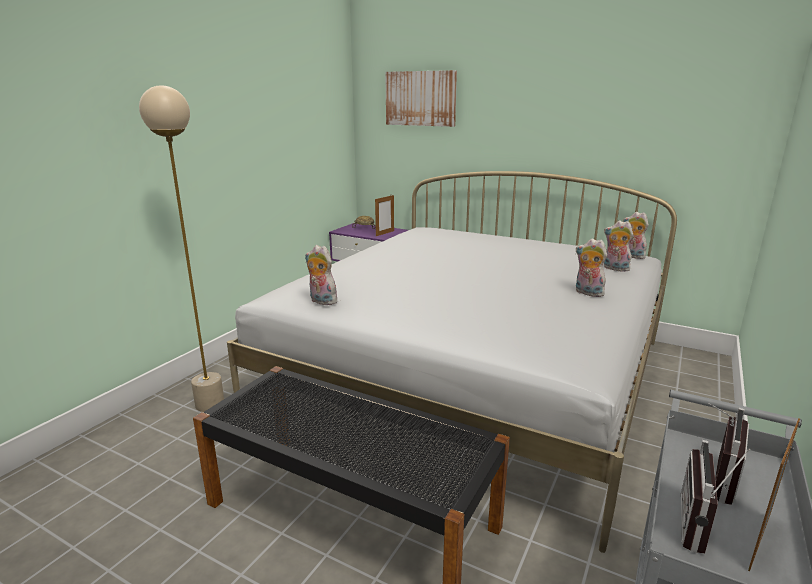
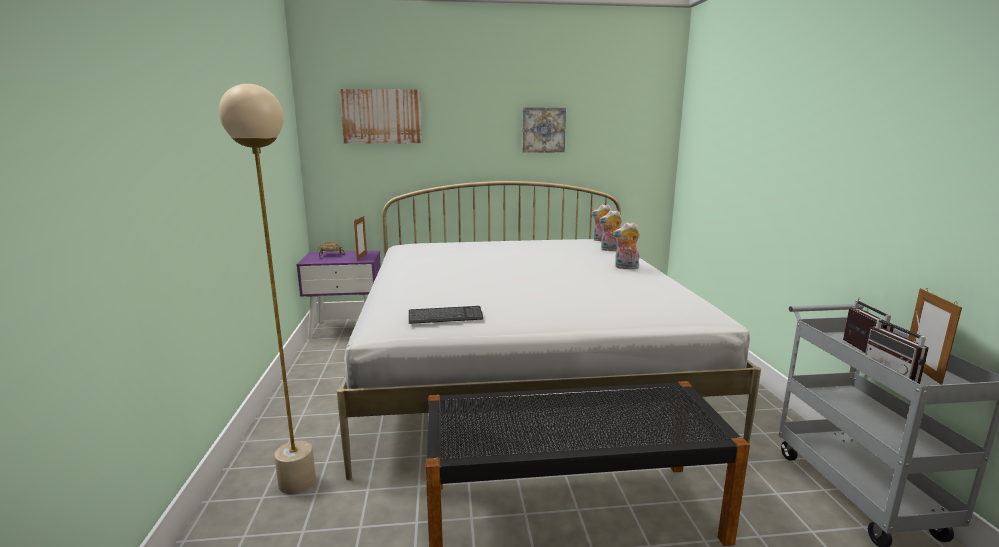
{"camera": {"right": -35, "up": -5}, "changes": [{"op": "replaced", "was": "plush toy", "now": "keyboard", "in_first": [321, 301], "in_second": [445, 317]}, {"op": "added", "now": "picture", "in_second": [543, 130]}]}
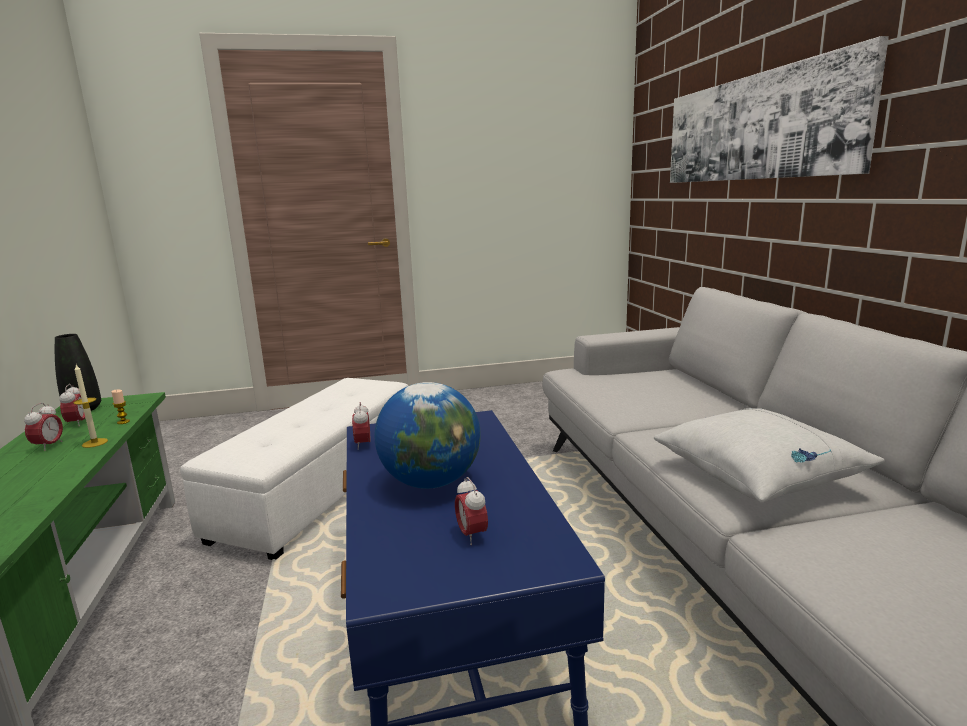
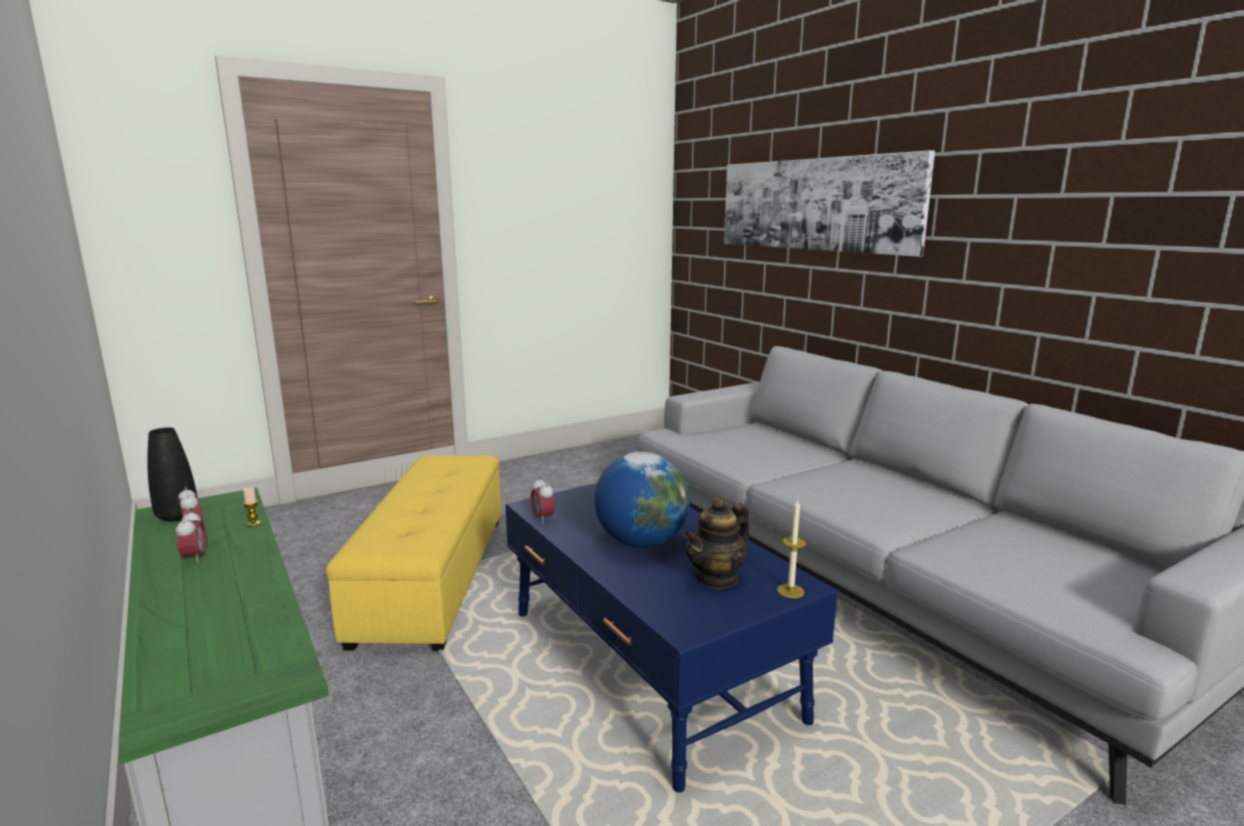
{"camera": {"right": -20, "up": 0}, "changes": [{"op": "moved", "was": "candle", "in_first": [95, 443], "in_second": [790, 591]}, {"op": "recoloured", "was": "white ottoman", "now": "yellow ottoman", "in_first": [320, 487], "in_second": [432, 576]}, {"op": "removed", "was": "grey pillow", "in_first": [757, 475]}, {"op": "replaced", "was": "alarm clock", "now": "teapot", "in_first": [472, 535], "in_second": [716, 578]}]}
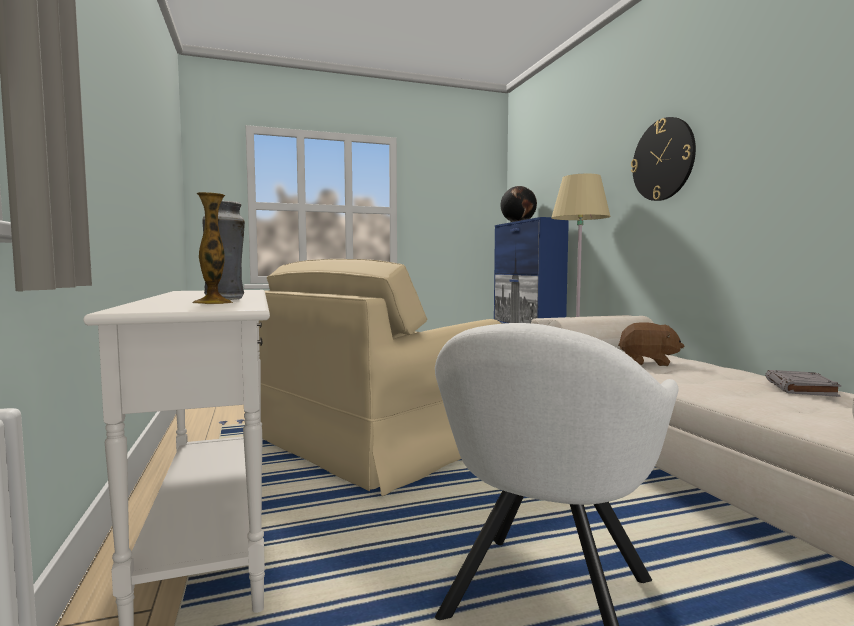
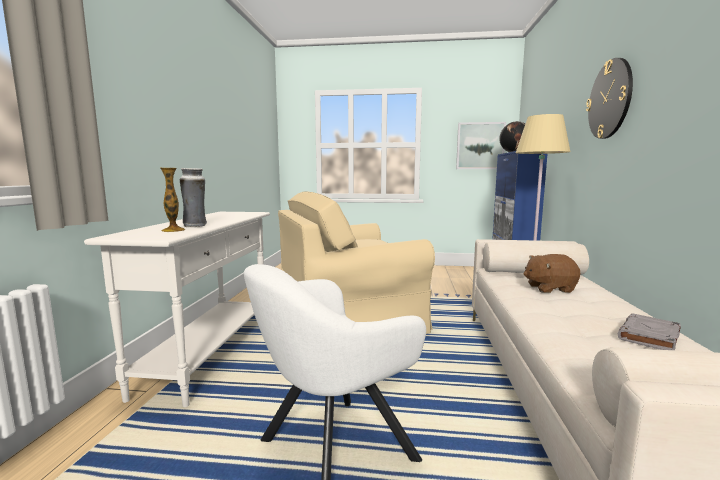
{"camera": {"right": 25, "up": 5}, "changes": [{"op": "turned", "was": "brown plush toy", "in_first": [648, 362], "in_second": [549, 288], "clockwise": 135}, {"op": "added", "now": "picture", "in_second": [480, 146]}]}
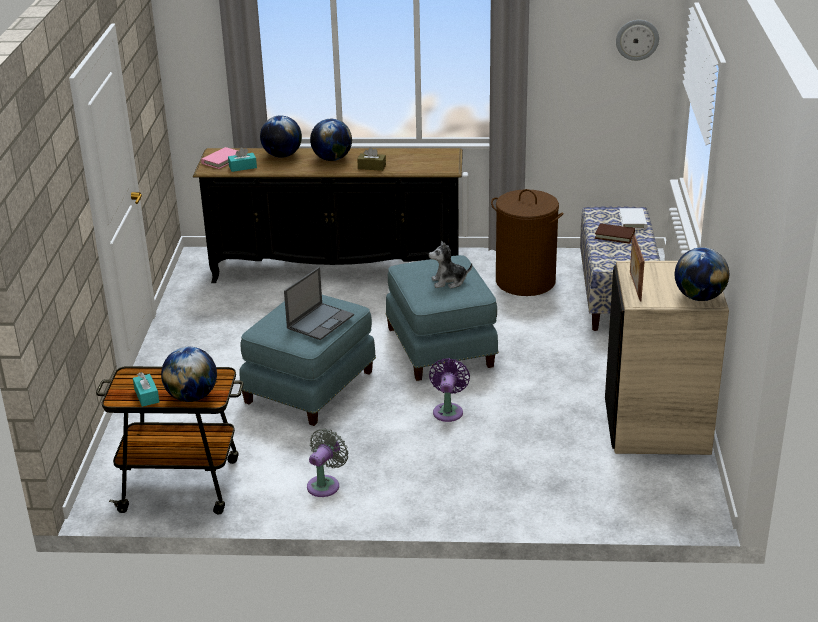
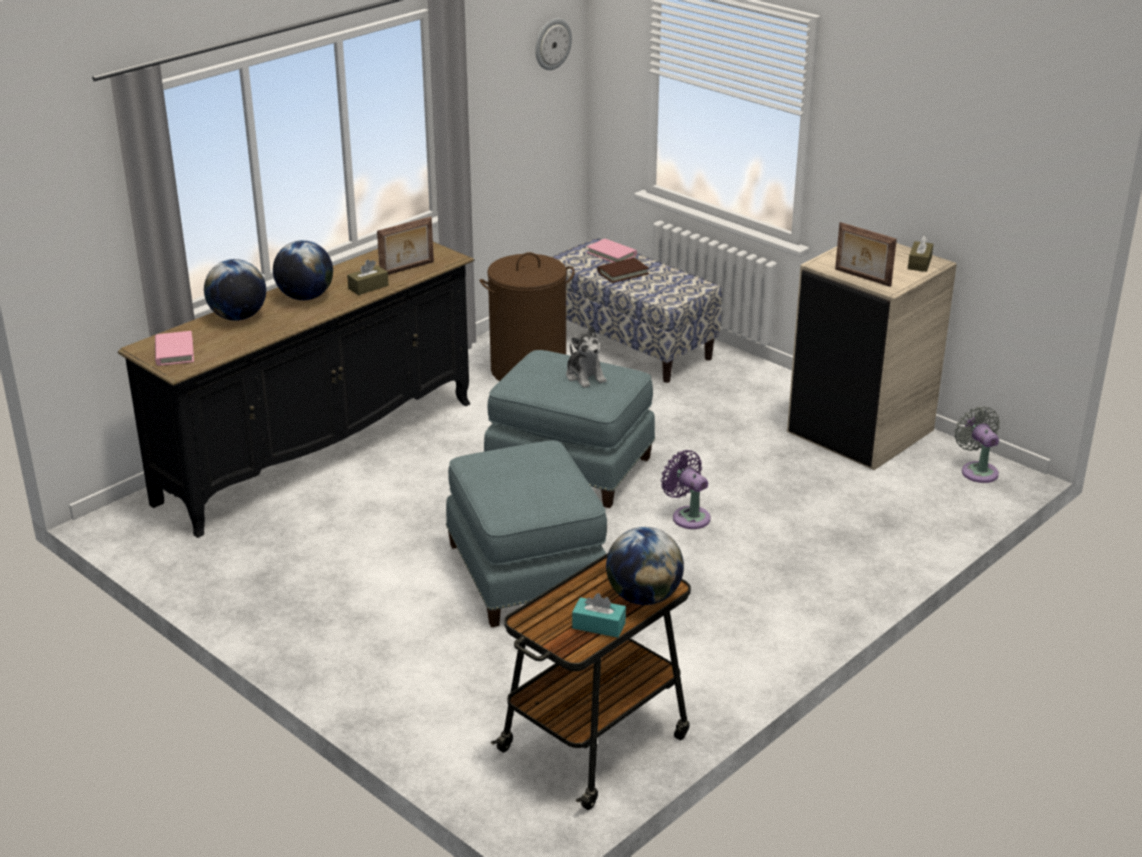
{"camera": {"right": -50, "up": 0}, "changes": [{"op": "removed", "was": "turquoise tissue box", "in_first": [242, 167]}, {"op": "recoloured", "was": "white book", "now": "pink book", "in_first": [633, 221], "in_second": [611, 254]}, {"op": "turned", "was": "plush toy", "in_first": [449, 282], "in_second": [585, 376], "clockwise": -60}, {"op": "replaced", "was": "globe", "now": "brown tissue box", "in_first": [699, 297], "in_second": [919, 263]}, {"op": "removed", "was": "laptop", "in_first": [320, 321]}, {"op": "moved", "was": "grey fan", "in_first": [325, 484], "in_second": [977, 470]}, {"op": "added", "now": "picture frame", "in_second": [407, 269]}]}
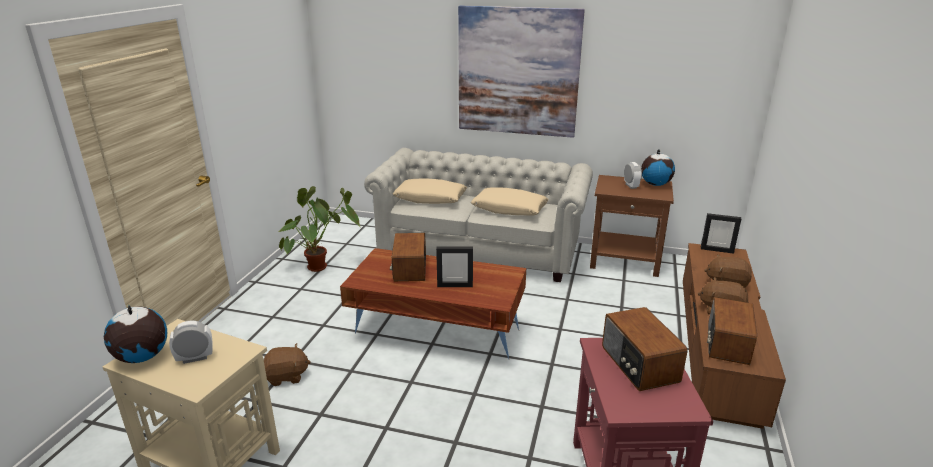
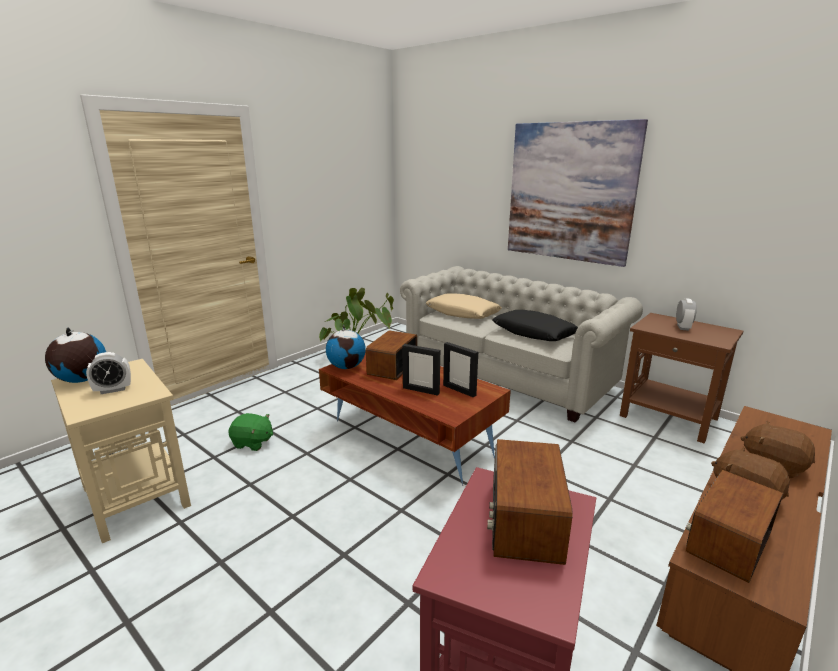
{"camera": {"right": 25, "up": -5}, "changes": [{"op": "moved", "was": "globe", "in_first": [655, 184], "in_second": [347, 367]}, {"op": "recoloured", "was": "beige pillow", "now": "black pillow", "in_first": [509, 209], "in_second": [533, 333]}, {"op": "moved", "was": "picture frame", "in_first": [717, 250], "in_second": [460, 390]}, {"op": "turned", "was": "alarm clock", "in_first": [195, 358], "in_second": [113, 390], "clockwise": 150}, {"op": "recoloured", "was": "brown plush toy", "now": "green plush toy", "in_first": [287, 376], "in_second": [252, 443]}]}
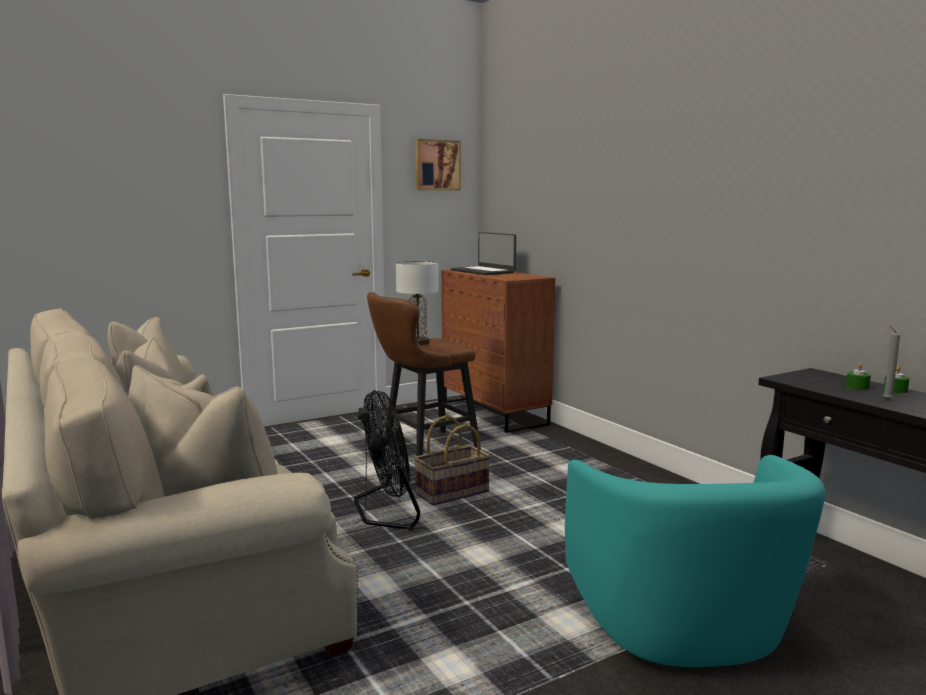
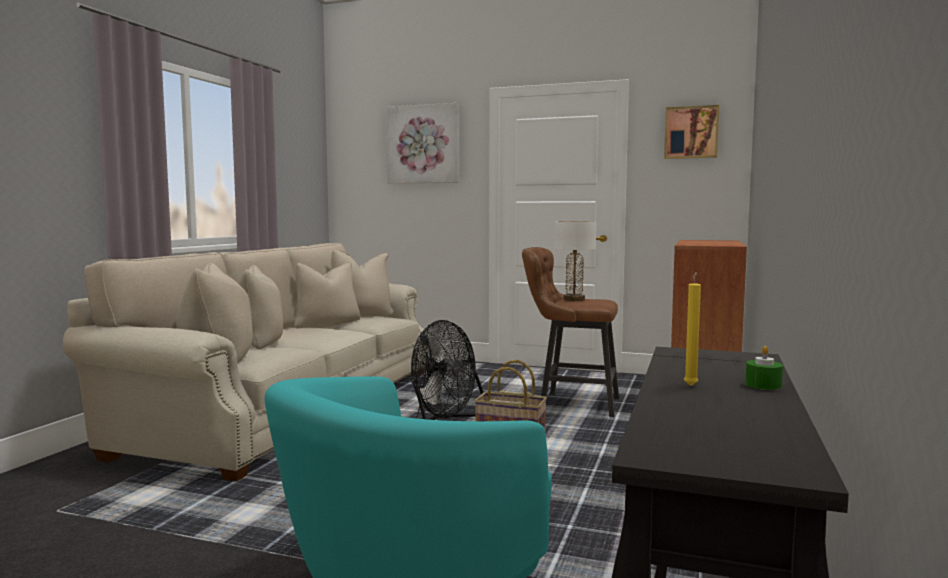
{"camera": {"right": 50, "up": -5}, "changes": [{"op": "removed", "was": "laptop", "in_first": [483, 271]}, {"op": "recoloured", "was": "grey candle", "now": "yellow candle", "in_first": [886, 399], "in_second": [691, 385]}, {"op": "removed", "was": "green candle", "in_first": [857, 387]}, {"op": "added", "now": "picture", "in_second": [423, 144]}]}
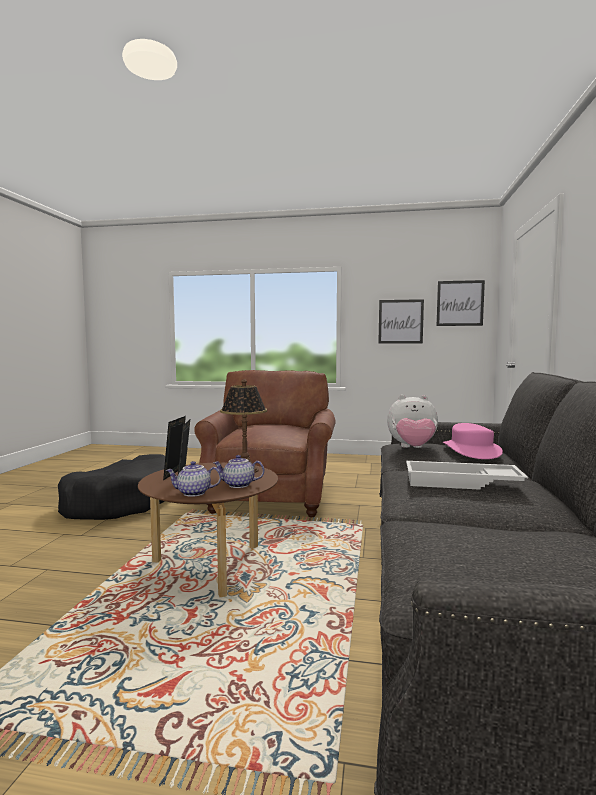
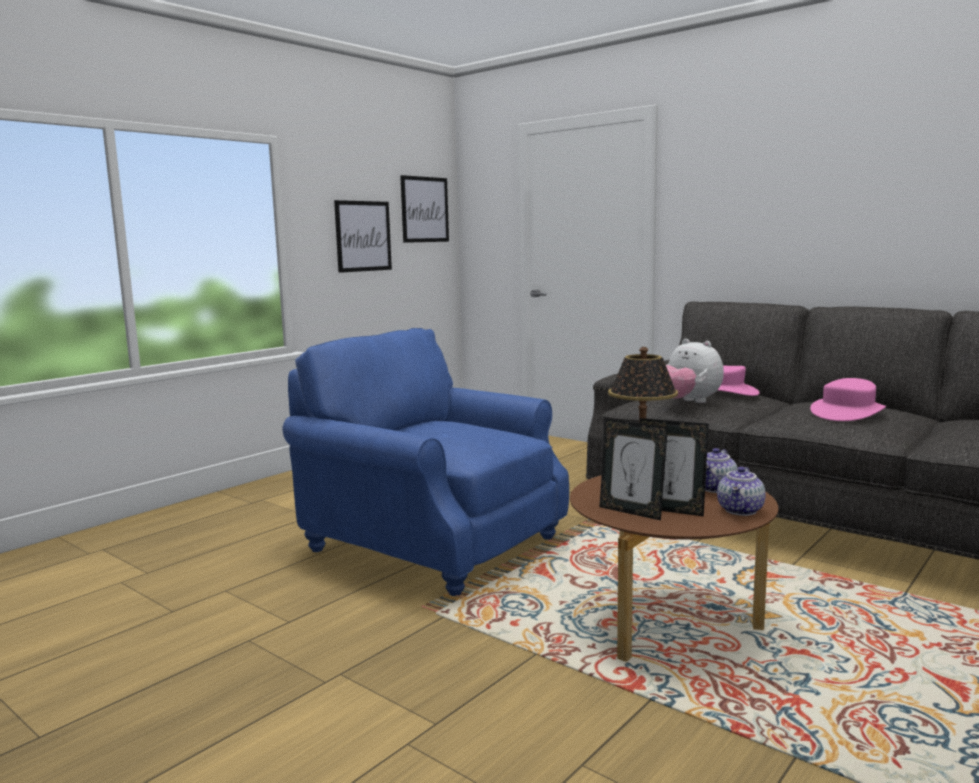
{"camera": {"right": -60, "up": 5}, "changes": [{"op": "recoloured", "was": "brown armchair", "now": "blue armchair", "in_first": [270, 495], "in_second": [433, 544]}, {"op": "turned", "was": "plush toy", "in_first": [412, 448], "in_second": [689, 402], "clockwise": 105}, {"op": "removed", "was": "black dog bed", "in_first": [122, 502]}, {"op": "replaced", "was": "white tray", "now": "pink hat", "in_first": [461, 483], "in_second": [848, 412]}]}
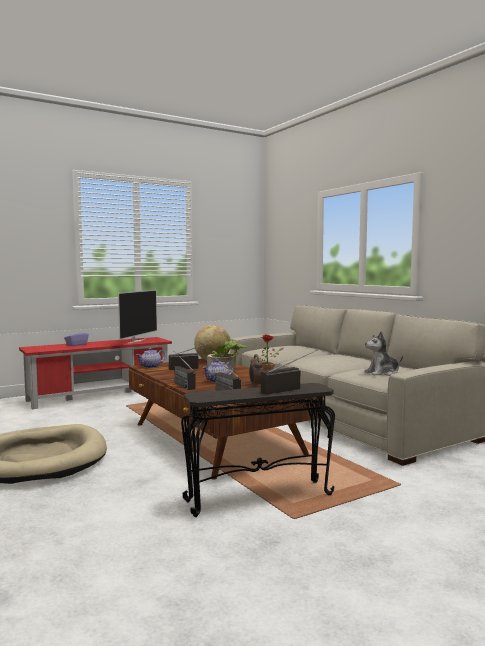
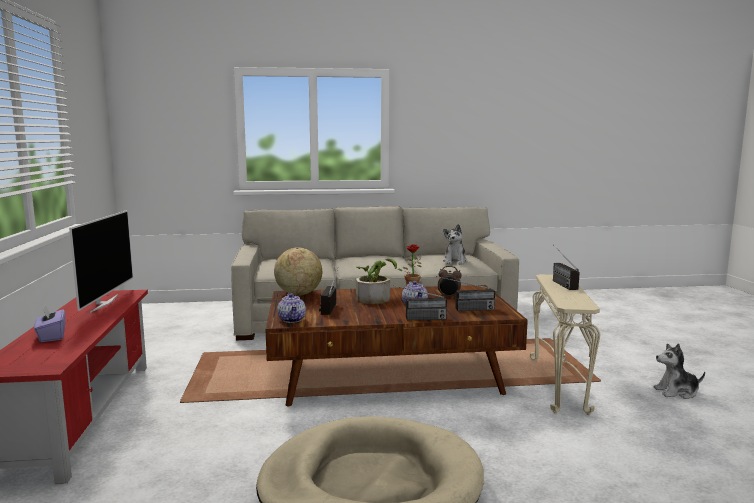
{"camera": {"right": -65, "up": 5}, "changes": [{"op": "turned", "was": "television", "in_first": [136, 341], "in_second": [103, 303], "clockwise": 45}, {"op": "recoloured", "was": "black side table", "now": "beige side table", "in_first": [259, 498], "in_second": [558, 385]}, {"op": "added", "now": "plush toy", "in_second": [677, 392]}]}
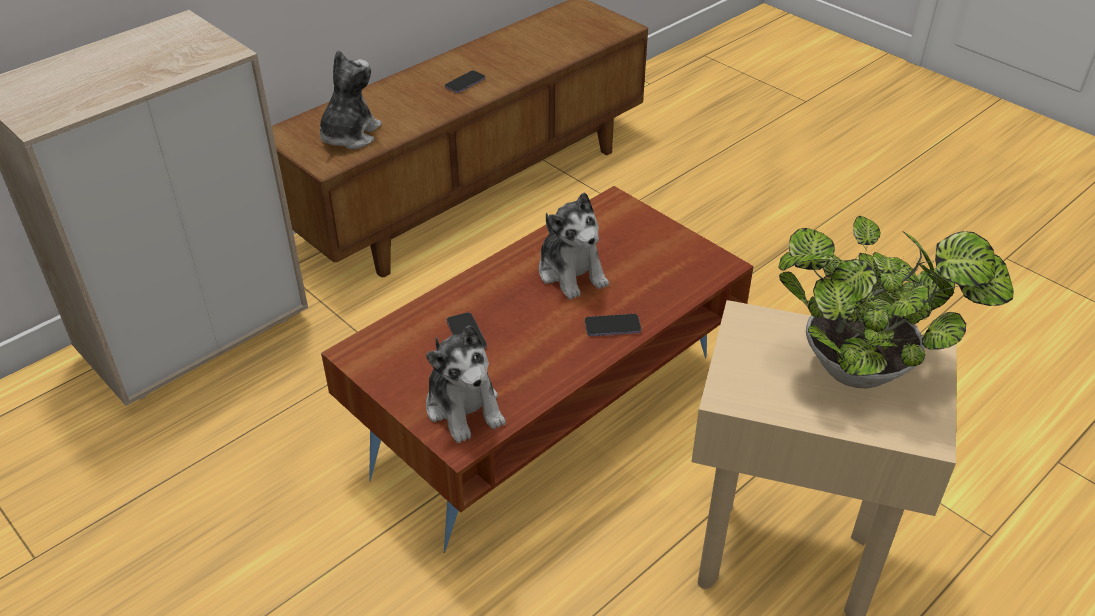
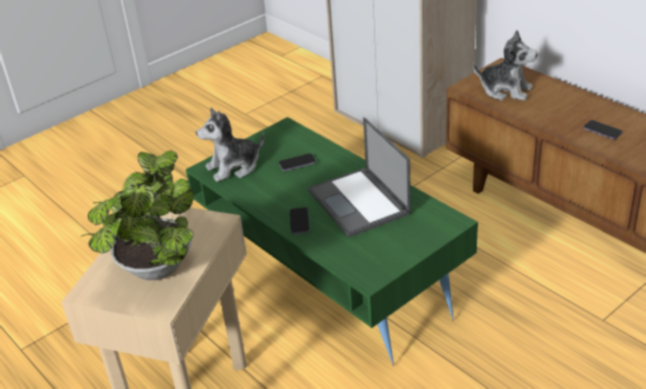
{"camera": {"right": 95, "up": -5}, "changes": [{"op": "recoloured", "was": "brown coffee table", "now": "green coffee table", "in_first": [546, 414], "in_second": [331, 276]}, {"op": "replaced", "was": "plush toy", "now": "laptop", "in_first": [571, 273], "in_second": [359, 203]}]}
